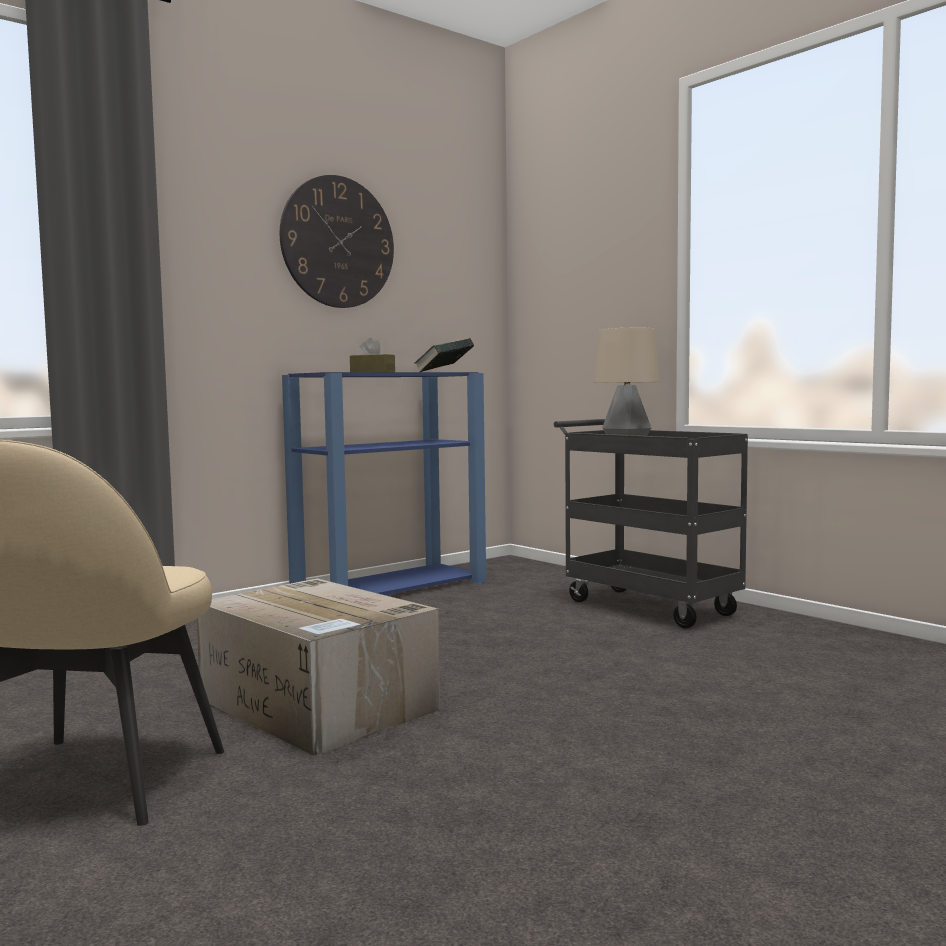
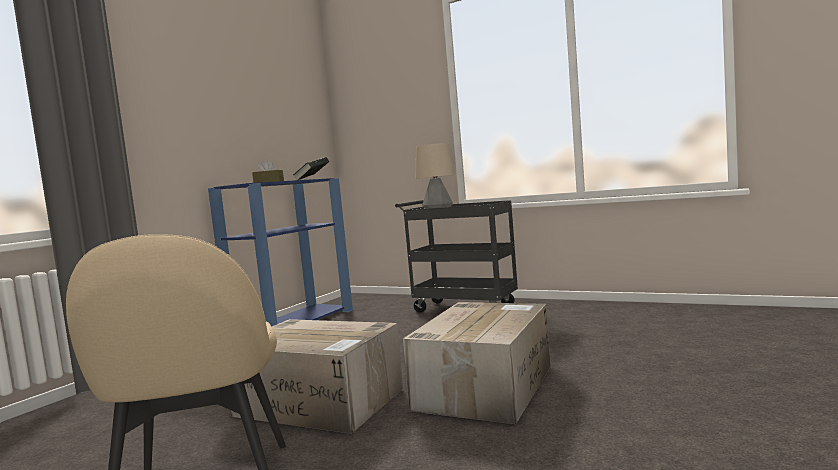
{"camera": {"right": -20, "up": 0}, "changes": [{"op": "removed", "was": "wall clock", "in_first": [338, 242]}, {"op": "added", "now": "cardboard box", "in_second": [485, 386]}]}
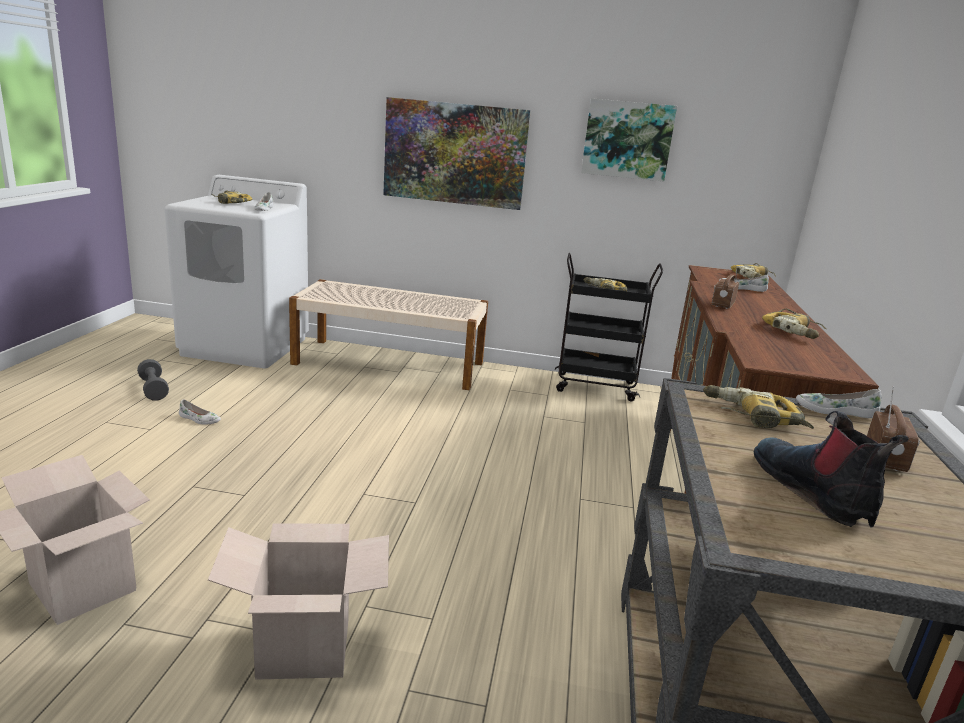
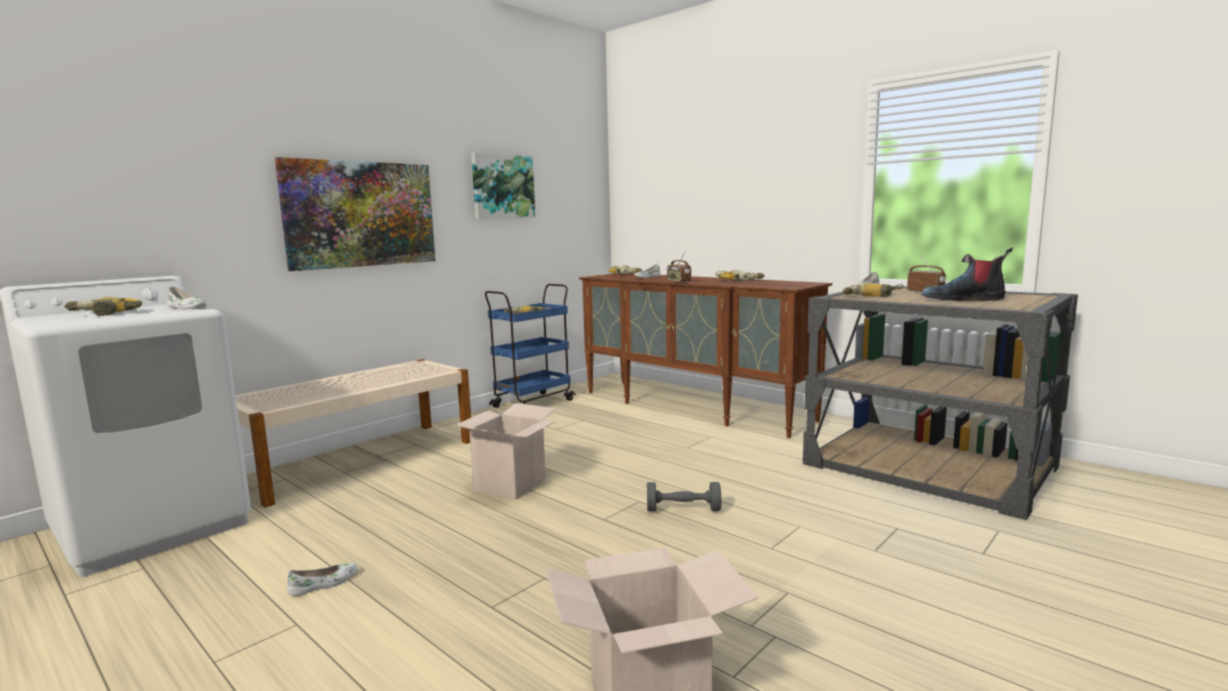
{"camera": {"right": -55, "up": -10}, "changes": [{"op": "recoloured", "was": "black cart", "now": "blue cart", "in_first": [596, 387], "in_second": [533, 403]}, {"op": "moved", "was": "grey dumbbell", "in_first": [153, 389], "in_second": [683, 509]}, {"op": "moved", "was": "cardboard box", "in_first": [304, 648], "in_second": [510, 485]}]}
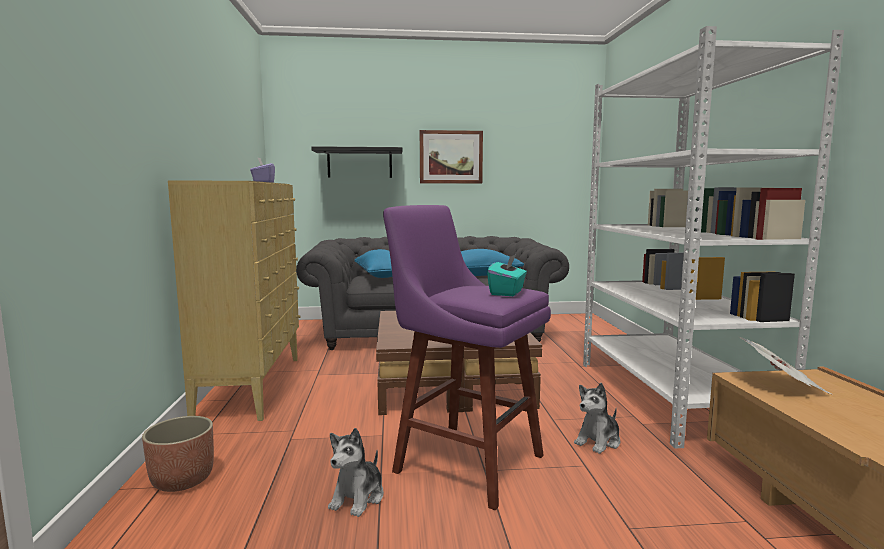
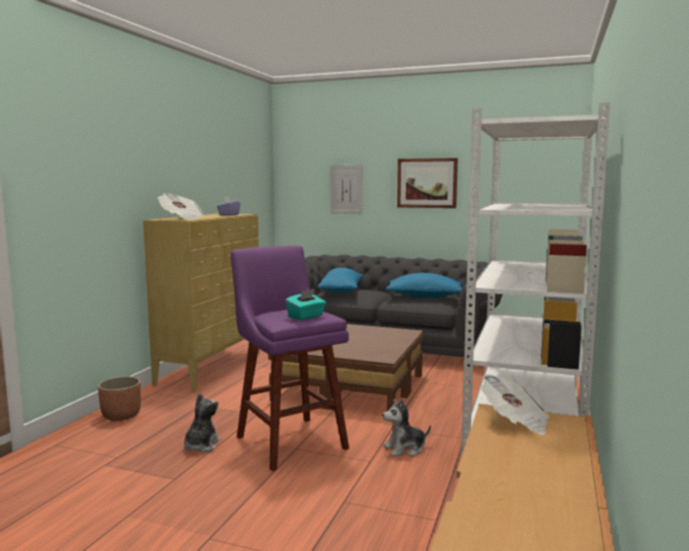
{"camera": {"right": 25, "up": 0}, "changes": [{"op": "replaced", "was": "black shelf", "now": "picture", "in_first": [359, 163], "in_second": [346, 189]}, {"op": "turned", "was": "plush toy", "in_first": [358, 498], "in_second": [201, 446], "clockwise": 150}, {"op": "added", "now": "newspaper", "in_second": [182, 219]}]}
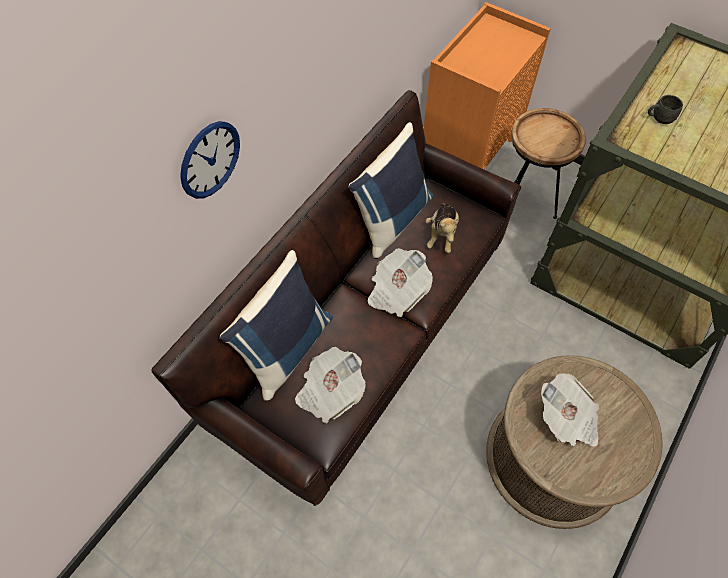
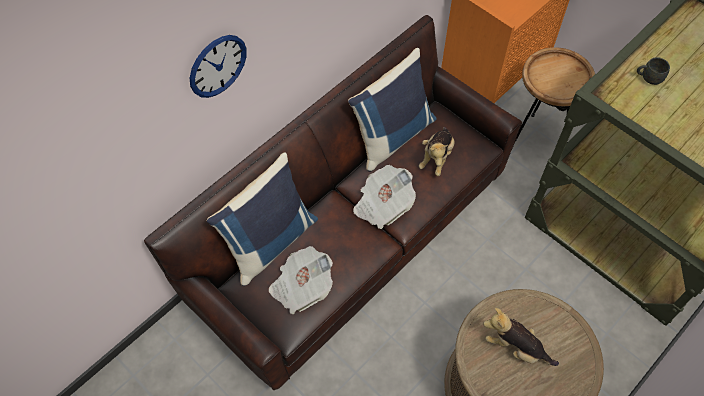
{"camera": {"right": 10, "up": 0}, "changes": [{"op": "replaced", "was": "newspaper", "now": "plush toy", "in_first": [567, 419], "in_second": [515, 347]}]}
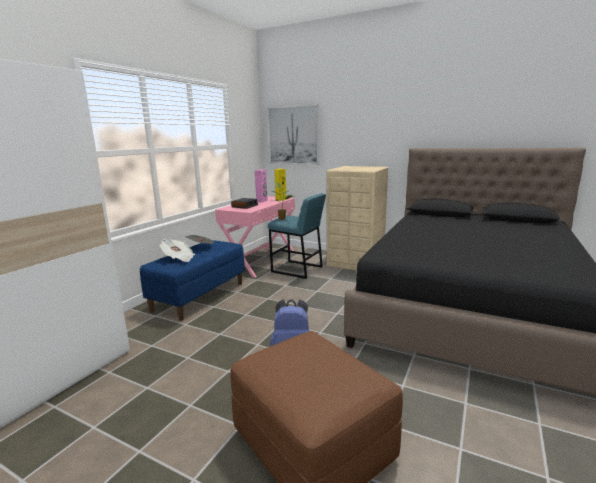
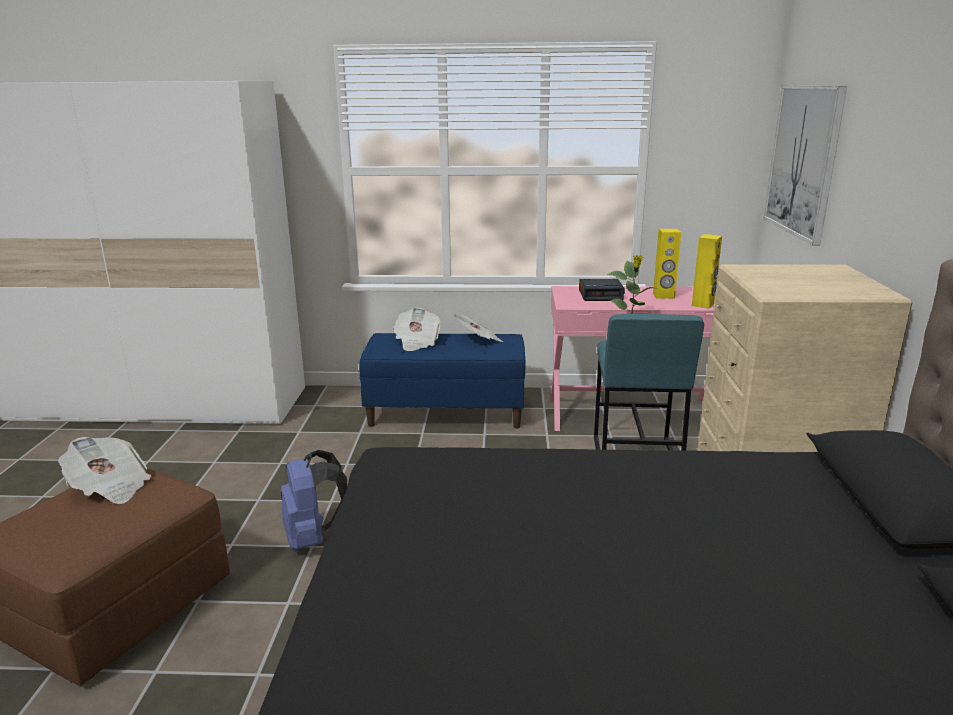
{"camera": {"right": 65, "up": 5}, "changes": [{"op": "recoloured", "was": "pink speaker", "now": "yellow speaker", "in_first": [262, 201], "in_second": [663, 296]}, {"op": "added", "now": "newspaper", "in_second": [110, 487]}]}
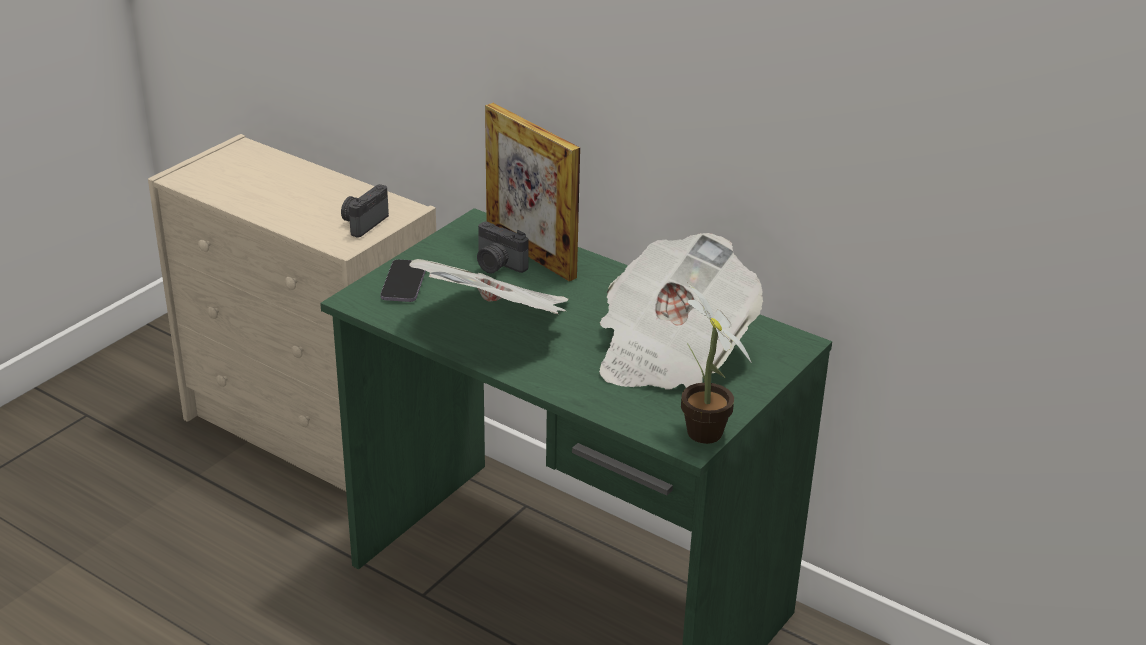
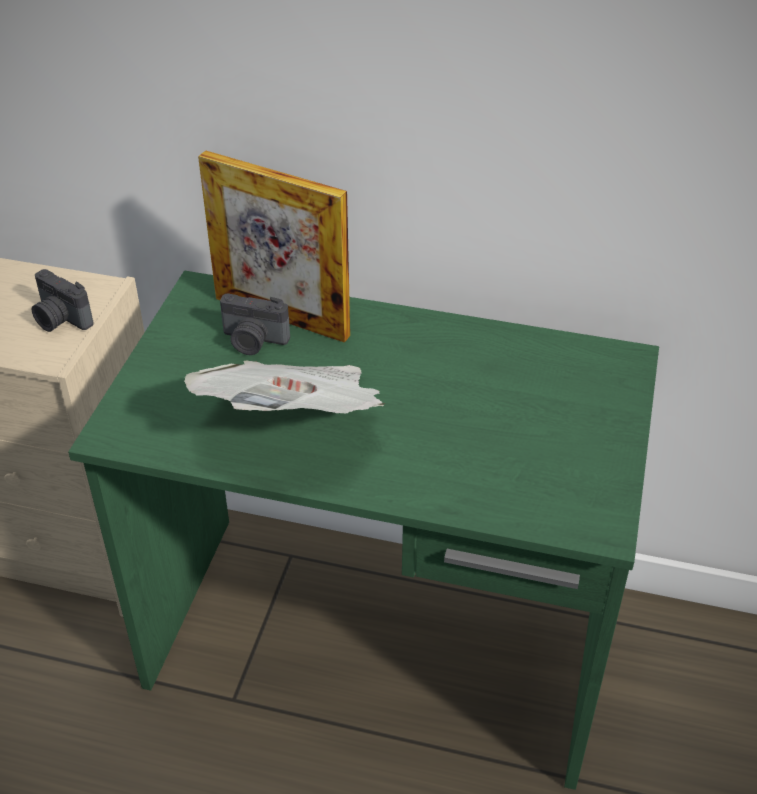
{"camera": {"right": -20, "up": 10}, "changes": [{"op": "turned", "was": "photo camera", "in_first": [363, 223], "in_second": [60, 320], "clockwise": -60}, {"op": "removed", "was": "newspaper", "in_first": [670, 352]}, {"op": "removed", "was": "phone", "in_first": [404, 283]}, {"op": "removed", "was": "potted plant", "in_first": [704, 437]}]}
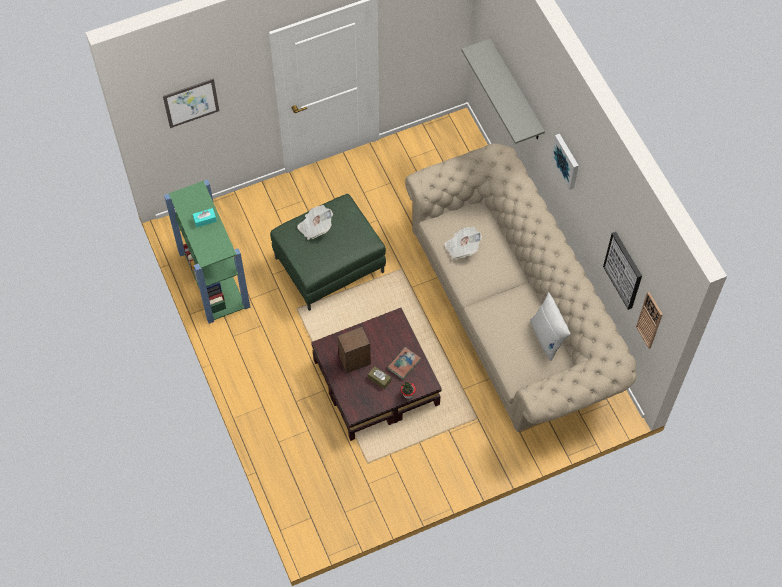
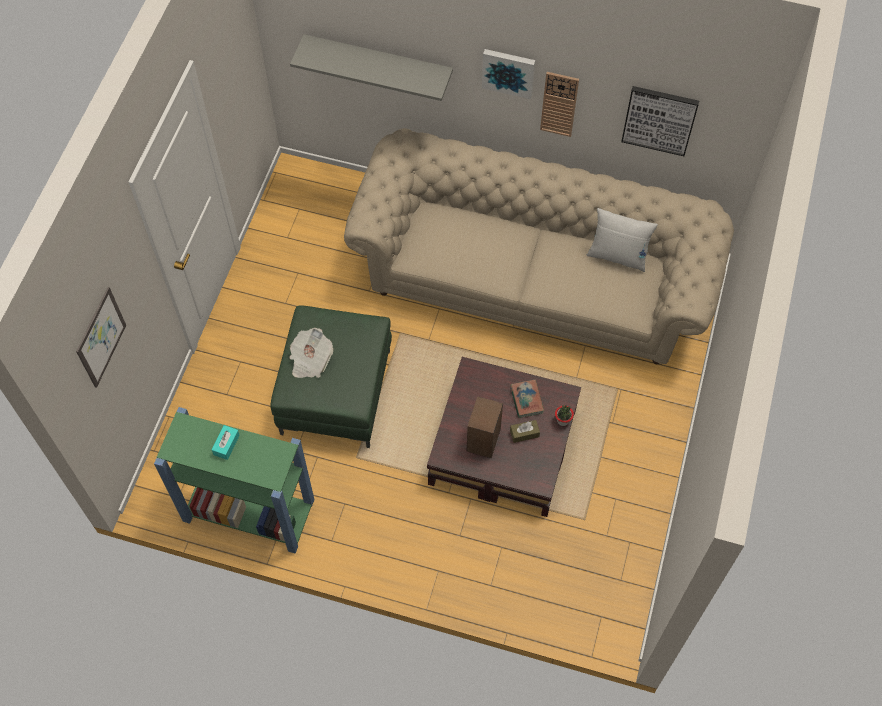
{"camera": {"right": -50, "up": 0}, "changes": [{"op": "removed", "was": "newspaper", "in_first": [462, 247]}, {"op": "moved", "was": "wall clock", "in_first": [650, 320], "in_second": [559, 104]}]}
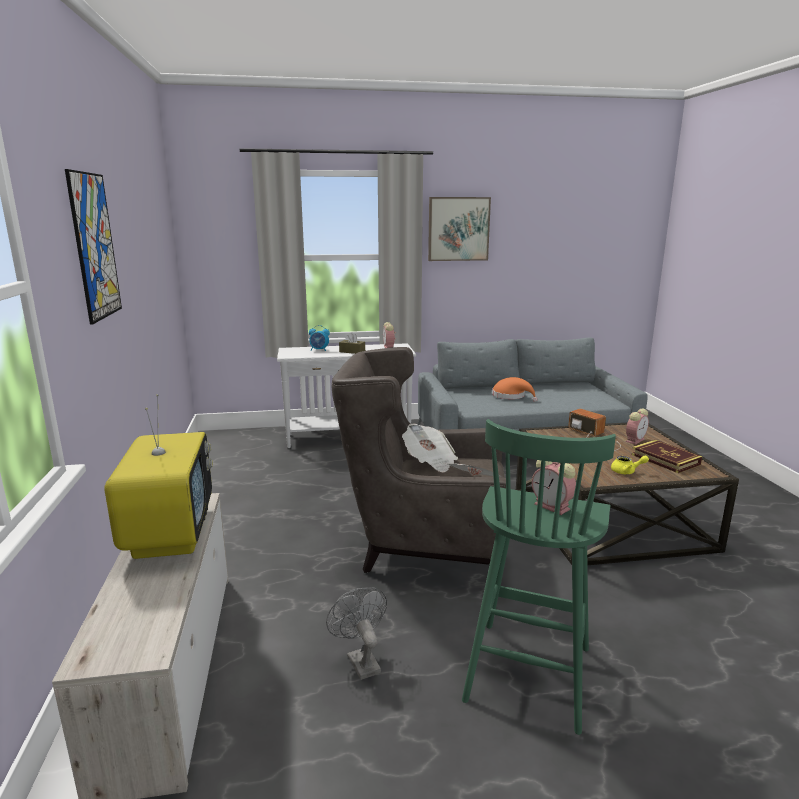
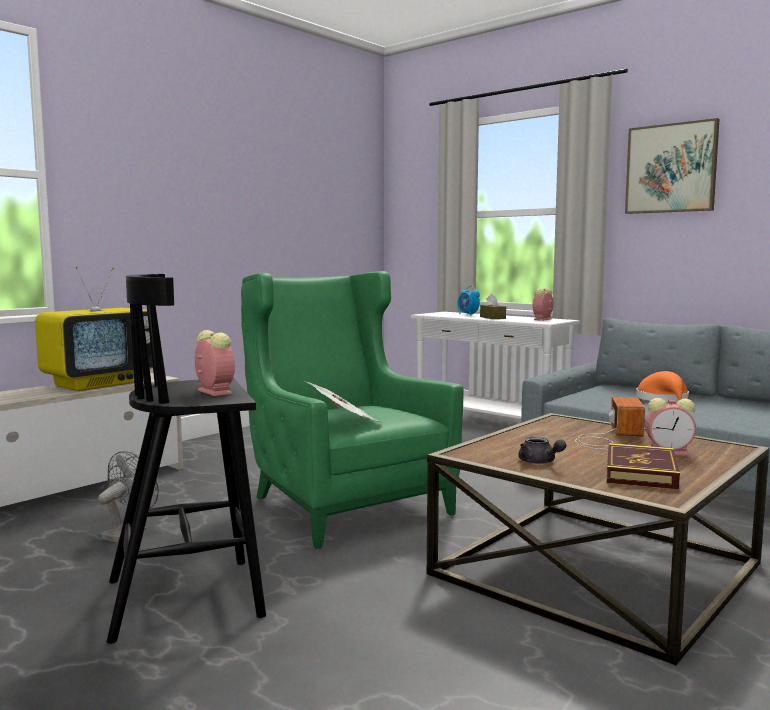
{"camera": {"right": 50, "up": -10}, "changes": [{"op": "removed", "was": "picture", "in_first": [95, 246]}, {"op": "recoloured", "was": "grey armchair", "now": "green armchair", "in_first": [424, 545], "in_second": [343, 504]}, {"op": "recoloured", "was": "green stool", "now": "black stool", "in_first": [529, 669], "in_second": [190, 596]}, {"op": "removed", "was": "newspaper", "in_first": [430, 461]}, {"op": "recoloured", "was": "yellow teapot", "now": "grey teapot", "in_first": [626, 471], "in_second": [540, 462]}, {"op": "turned", "was": "alarm clock", "in_first": [553, 507], "in_second": [213, 391], "clockwise": 135}]}
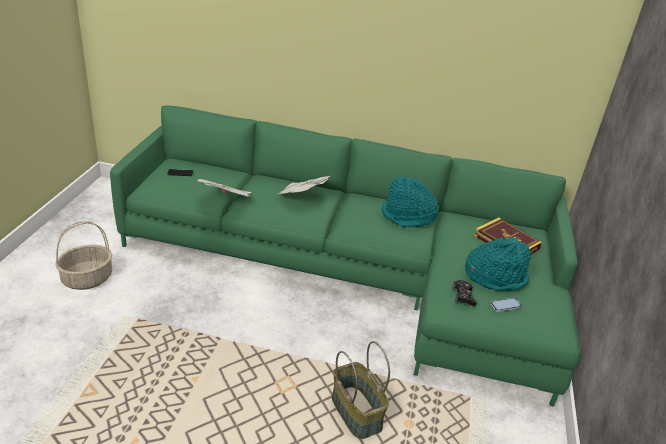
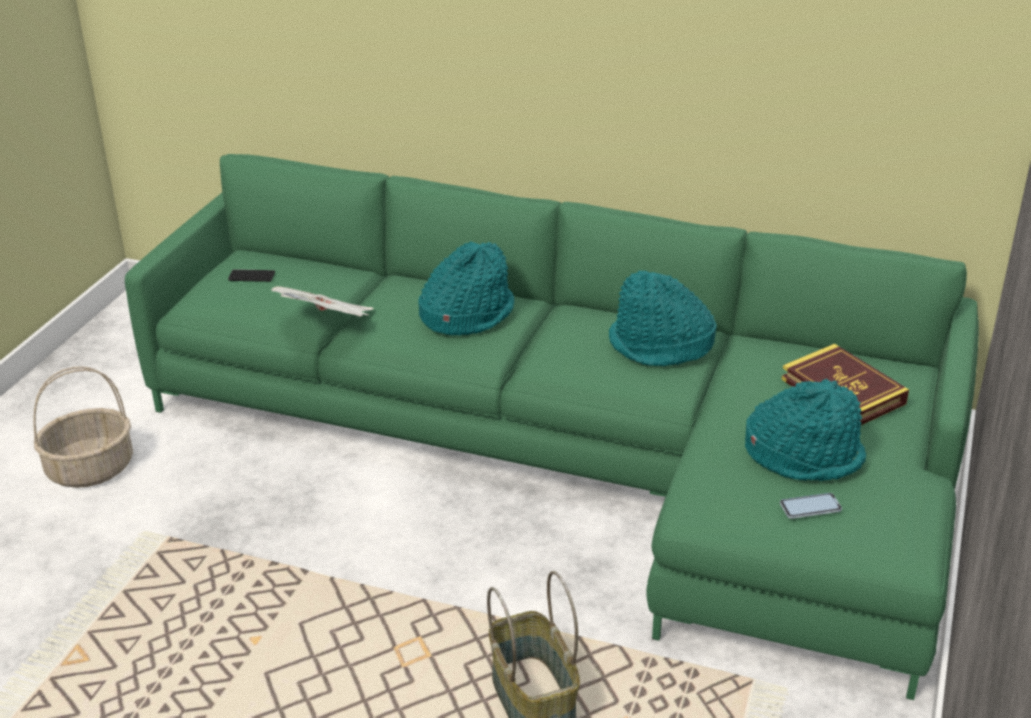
{"camera": {"right": 10, "up": 0}, "changes": [{"op": "replaced", "was": "newspaper", "now": "turquoise hat", "in_first": [302, 197], "in_second": [466, 314]}, {"op": "removed", "was": "black game controller", "in_first": [463, 296]}]}
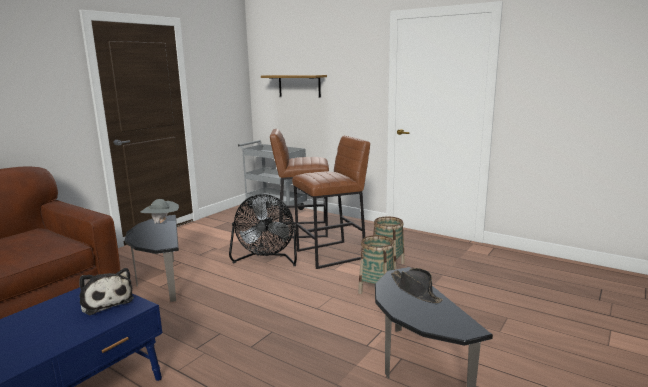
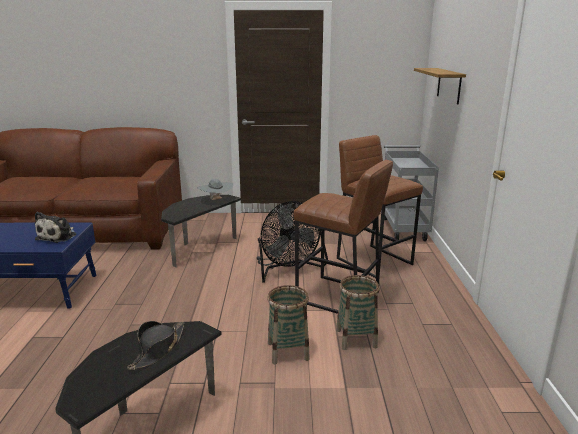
{"camera": {"right": 55, "up": 5}, "changes": [{"op": "turned", "was": "black fan", "in_first": [265, 259], "in_second": [285, 269], "clockwise": -90}]}
